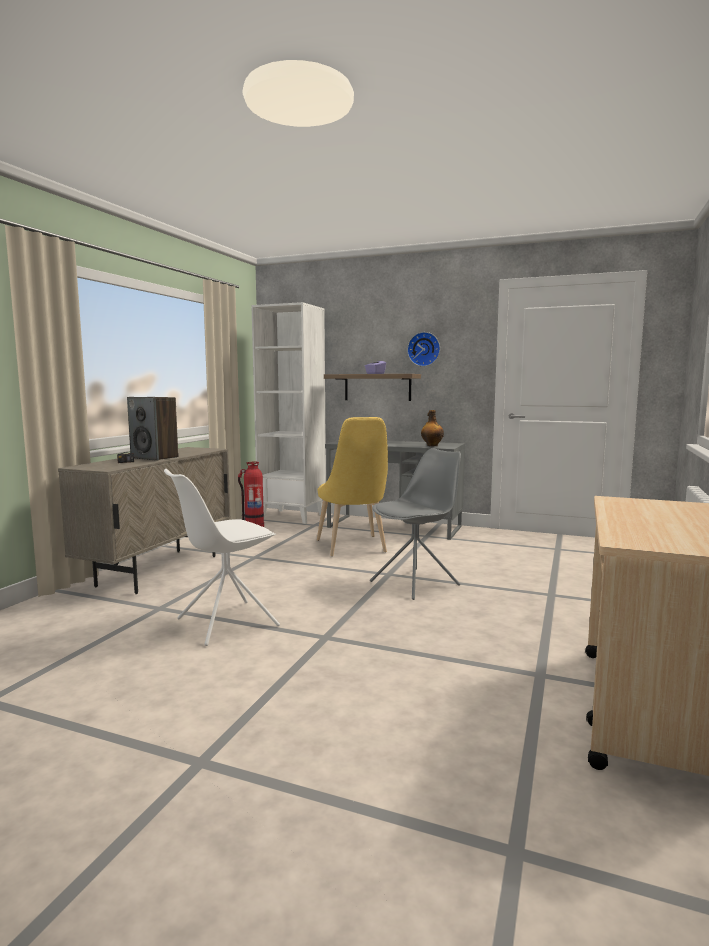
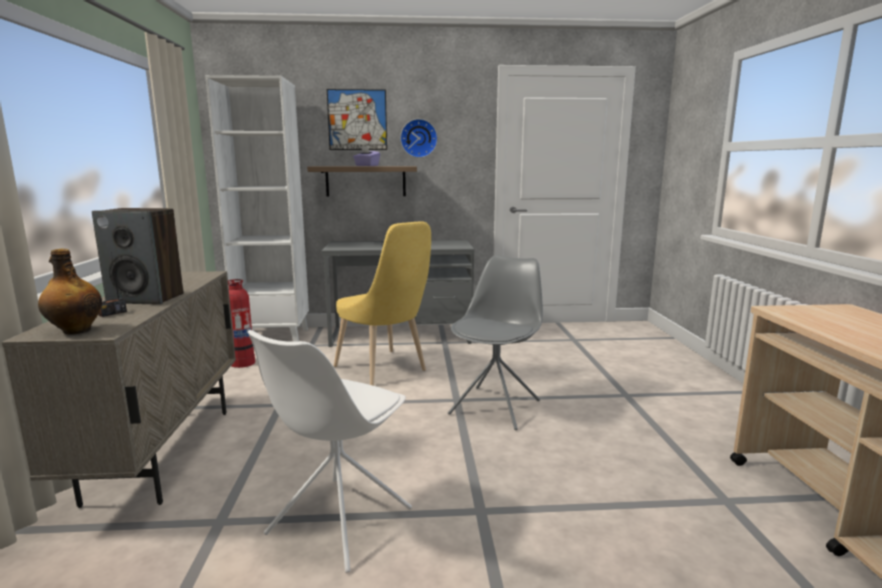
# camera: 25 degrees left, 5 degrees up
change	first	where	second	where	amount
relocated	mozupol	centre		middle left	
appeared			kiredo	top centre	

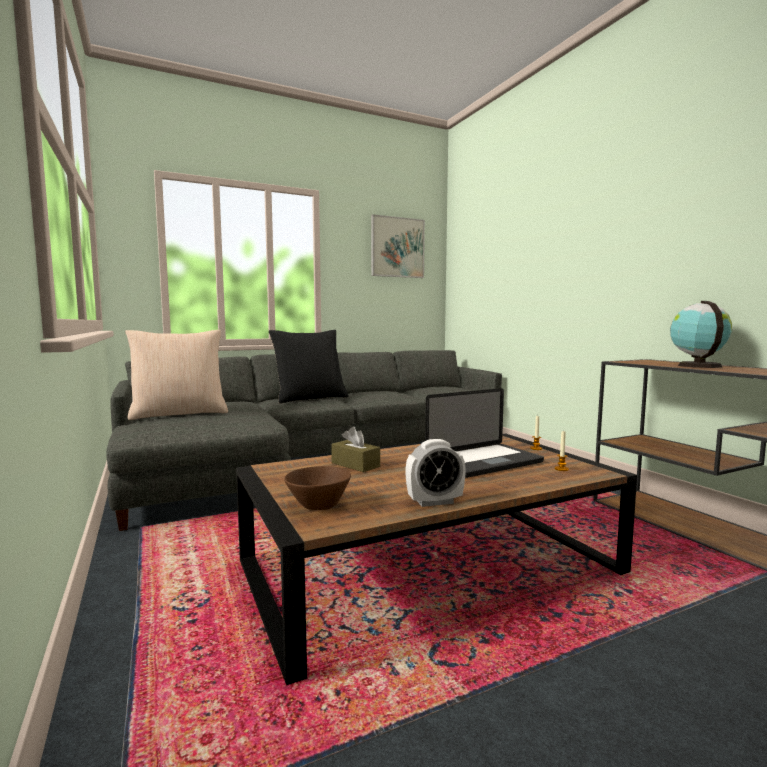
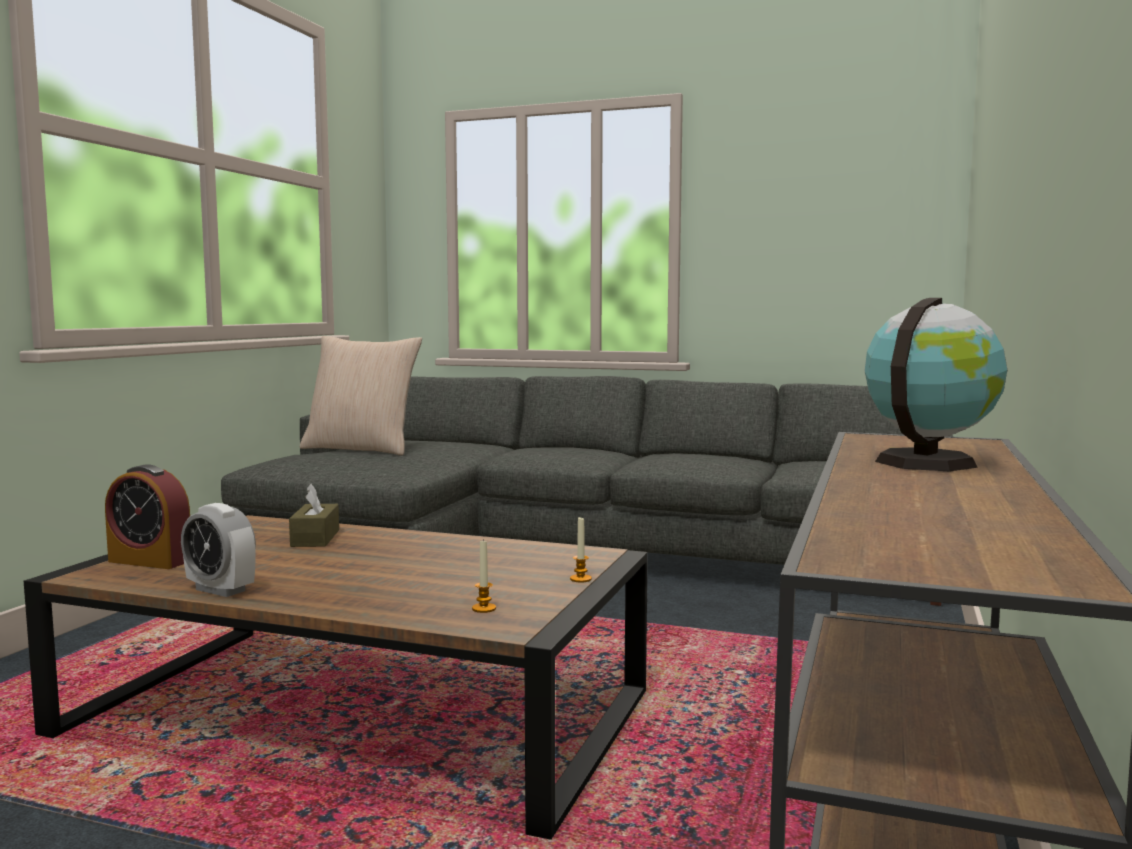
# camera: 45 degrees right, 0 degrees up
change	first	where	second	where	amount
missing	kiredo	top centre			
missing	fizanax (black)	centre			
missing	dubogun	centre			
exchanged	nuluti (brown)	centre	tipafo (no. 1 from left)	middle left	

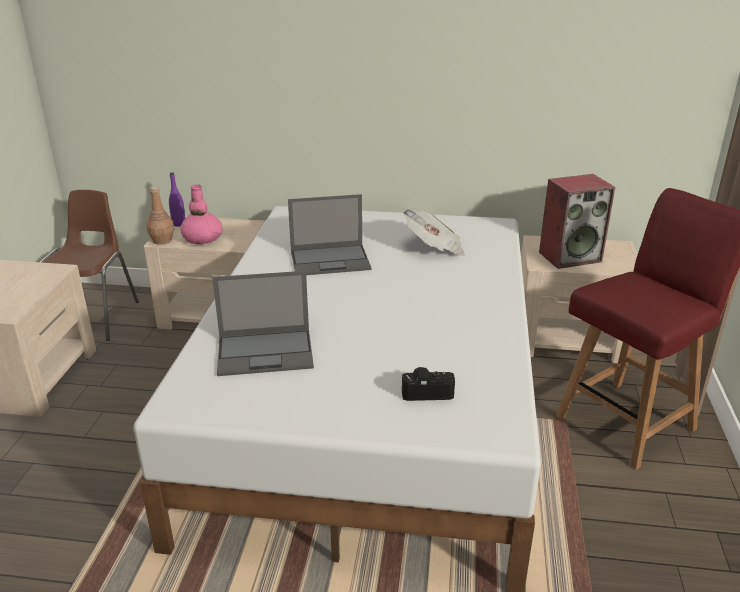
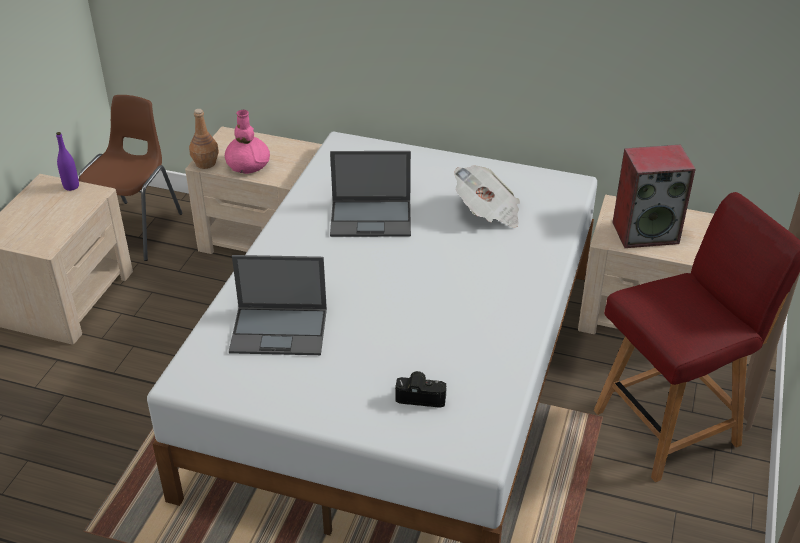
# camera: 10 degrees right, 10 degrees up
change	first	where	second	where	amount
relocated	mozupol (purple)	middle left		top left	

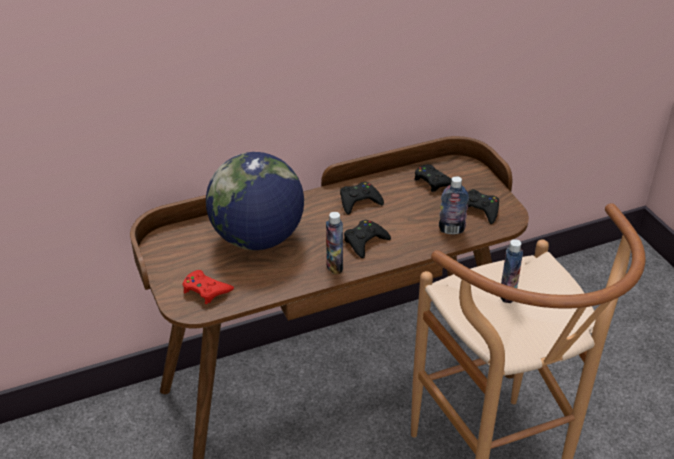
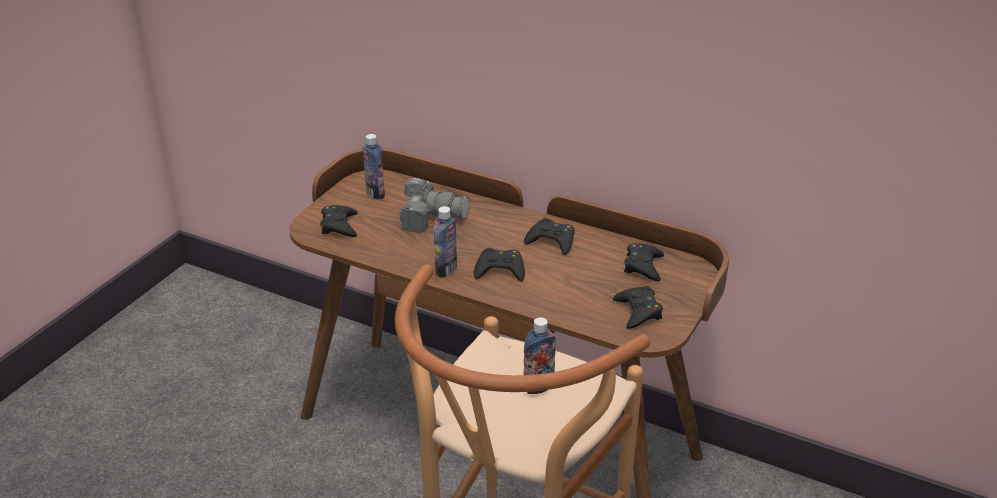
# camera: 50 degrees right, 5 degrees down
change	first	where	second	where	amount
exchanged	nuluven	centre	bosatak	centre	
relocated	mozupol (no. 2 from left in the first image)	middle right	mozupol (no. 1 from left)	centre	
colour	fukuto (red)	middle left	fukuto (black) (no. 1 from left)	centre	

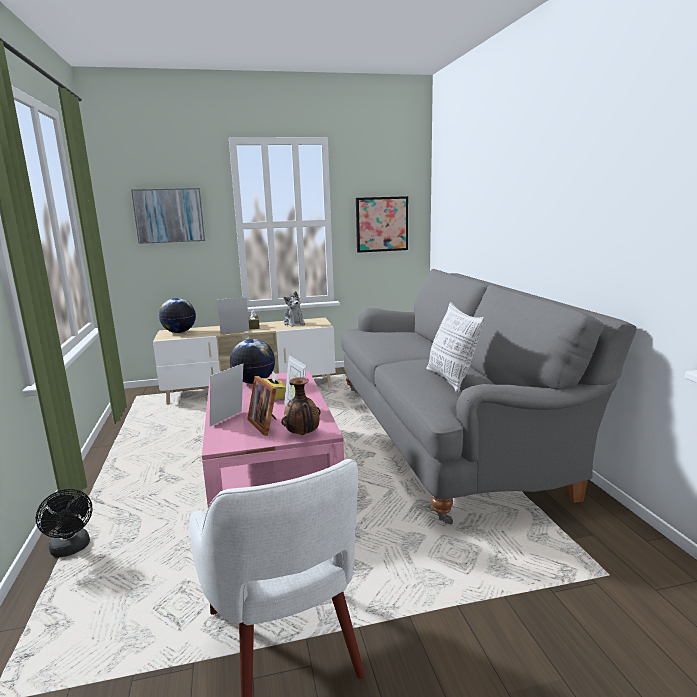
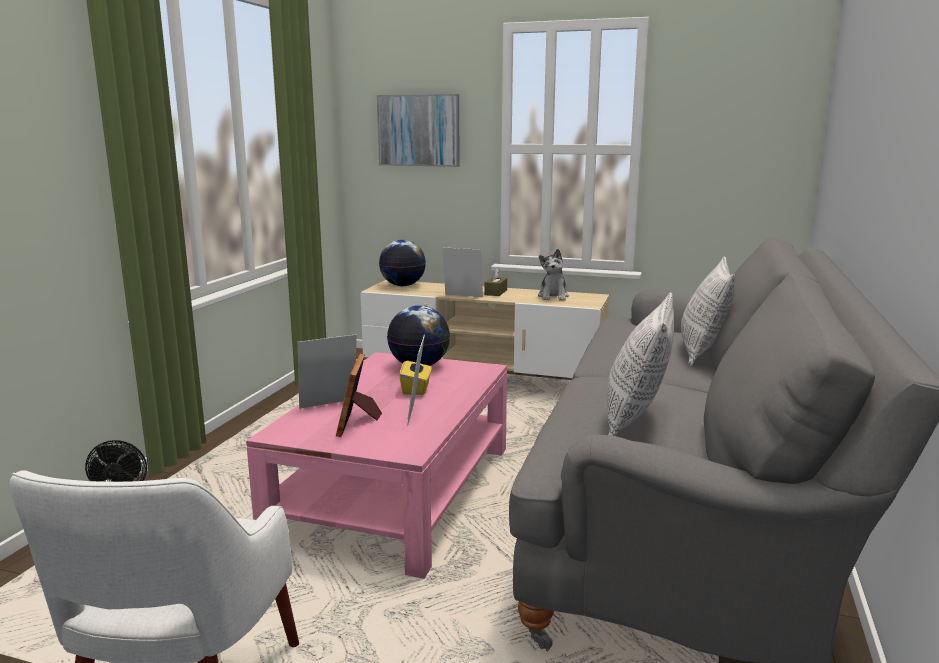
# camera: 30 degrees right, 0 degrees up
change	first	where	second	where	amount
missing	kiredo (no. 2 from left)	top centre			
missing	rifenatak	centre			
appeared			fizanax (no. 2 from left)	middle right	

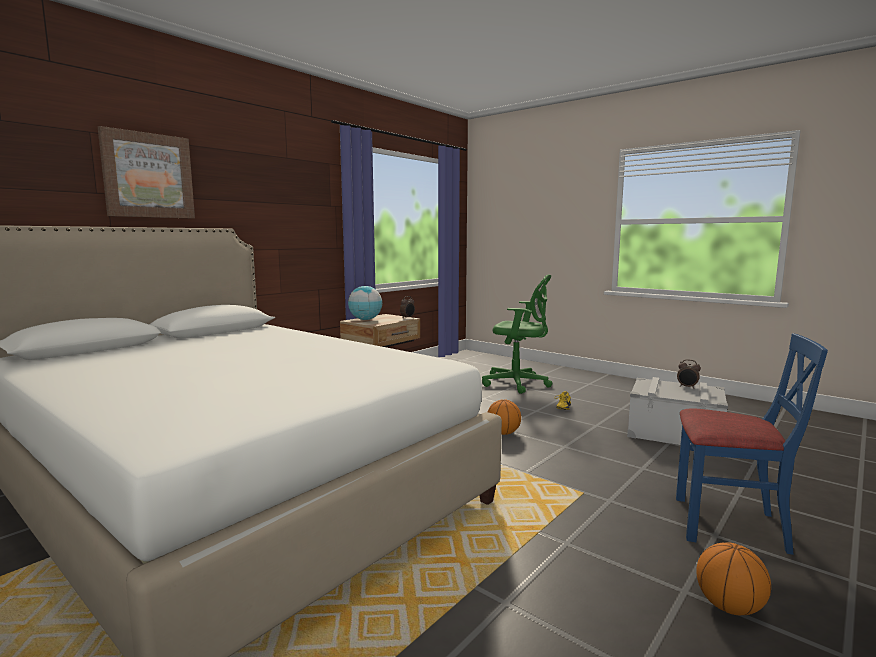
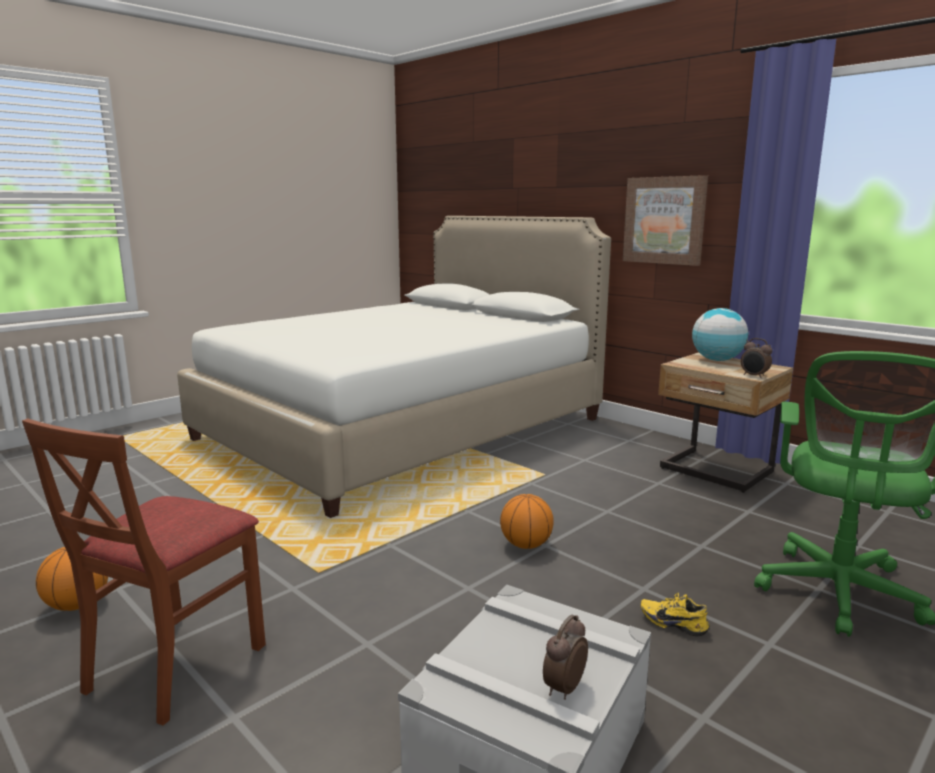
# camera: 95 degrees right, 5 degrees up
change	first	where	second	where	amount
relocated	kiredo	top left		top right	
colour	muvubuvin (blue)	bottom right	muvubuvin (brown)	bottom left	

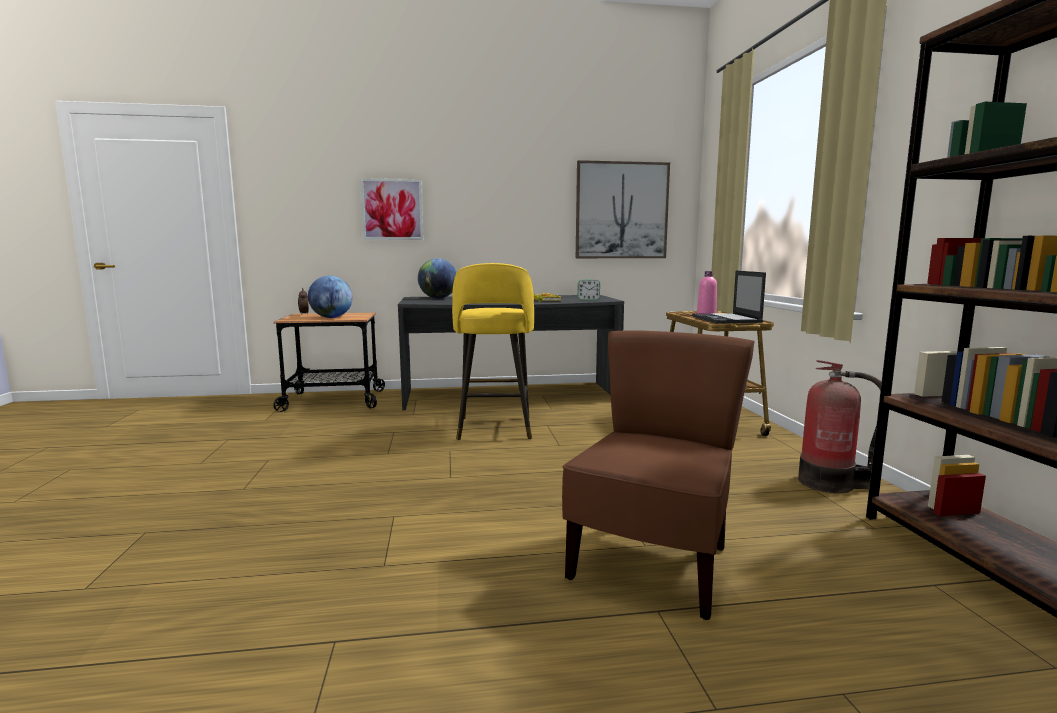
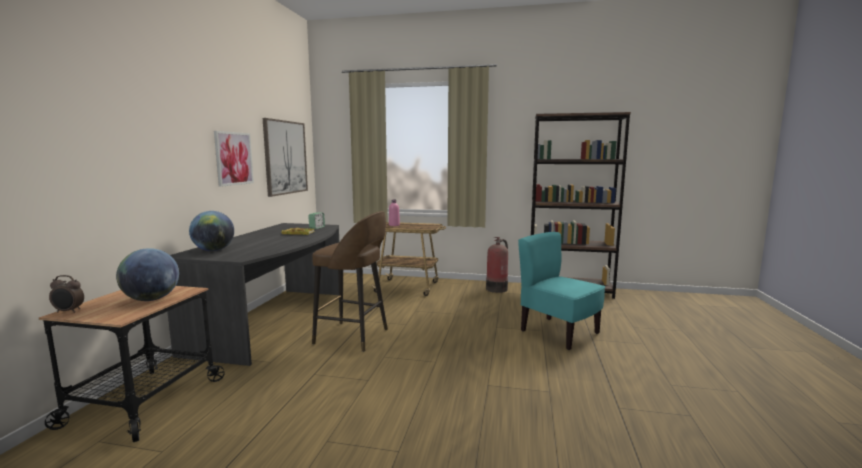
# camera: 70 degrees left, 0 degrees up
change	first	where	second	where	amount
relocated	kiredo (no. 1 from left)	top centre		middle left	
colour	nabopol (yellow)	centre	nabopol (brown)	centre	
missing	dubogun	middle right			
colour	muvubuvin (brown)	centre	muvubuvin (turquoise)	centre	

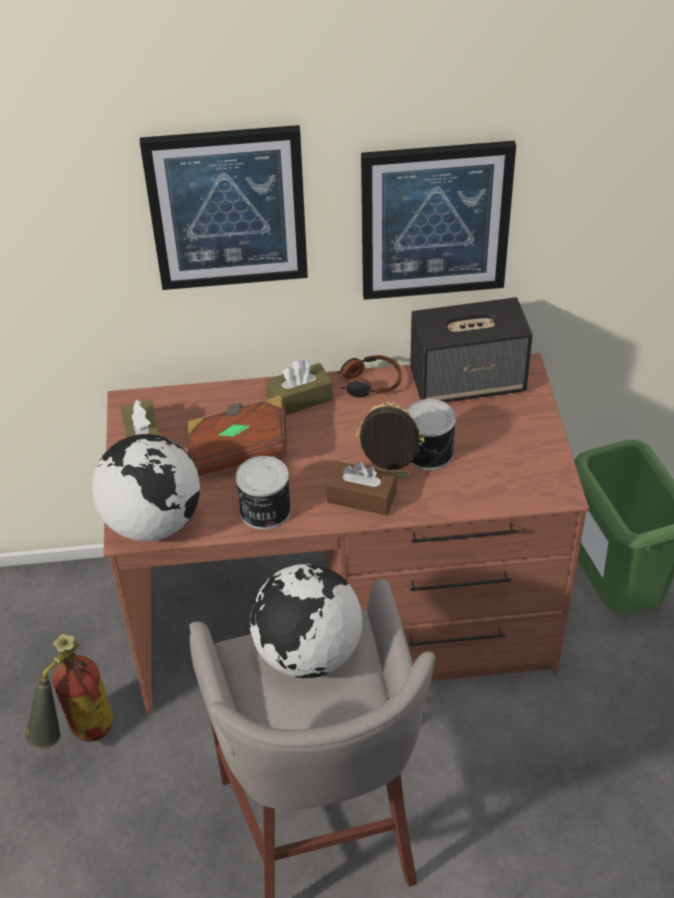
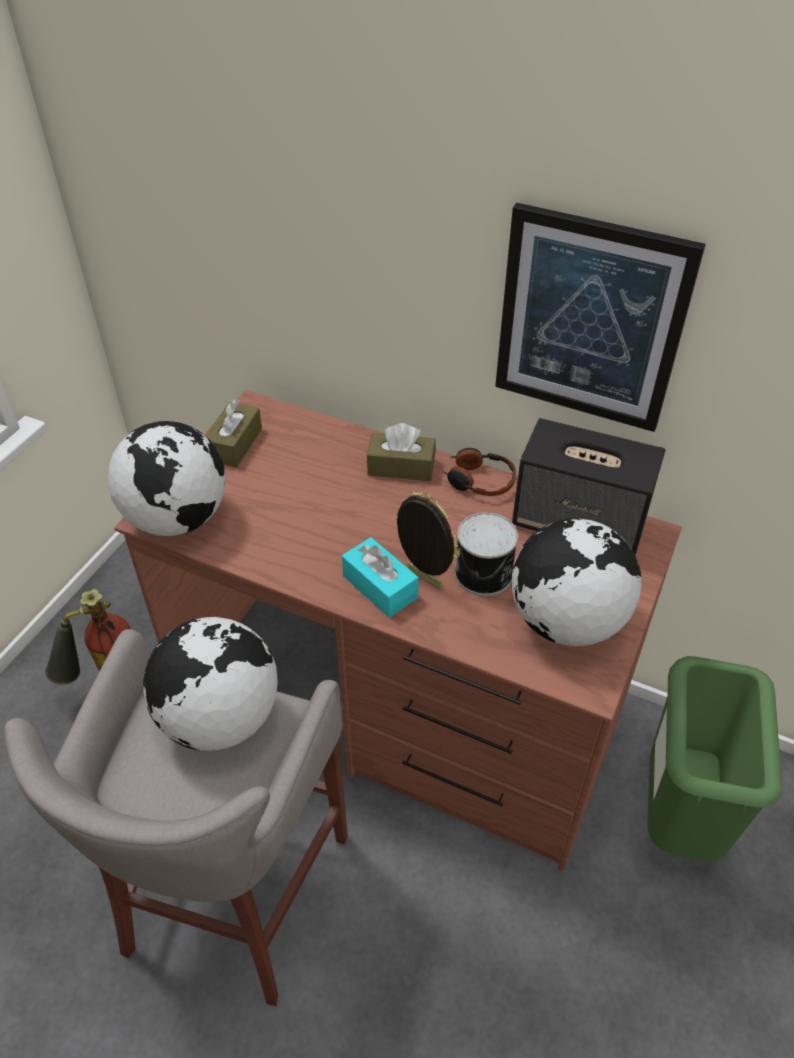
# camera: 30 degrees right, 0 degrees up
change	first	where	second	where	amount
missing	kiredo (no. 1 from left)	top left			
missing	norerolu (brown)	centre			
missing	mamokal (no. 1 from left)	centre			
colour	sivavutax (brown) (no. 3 from left)	centre	sivavutax (turquoise)	centre	
appeared			nuluven (no. 3 from left)	middle right	

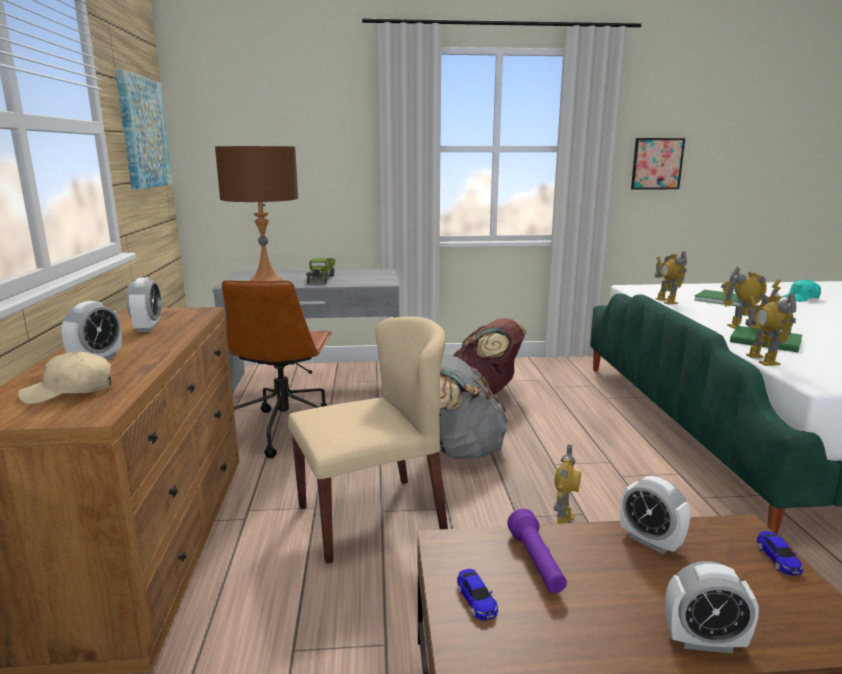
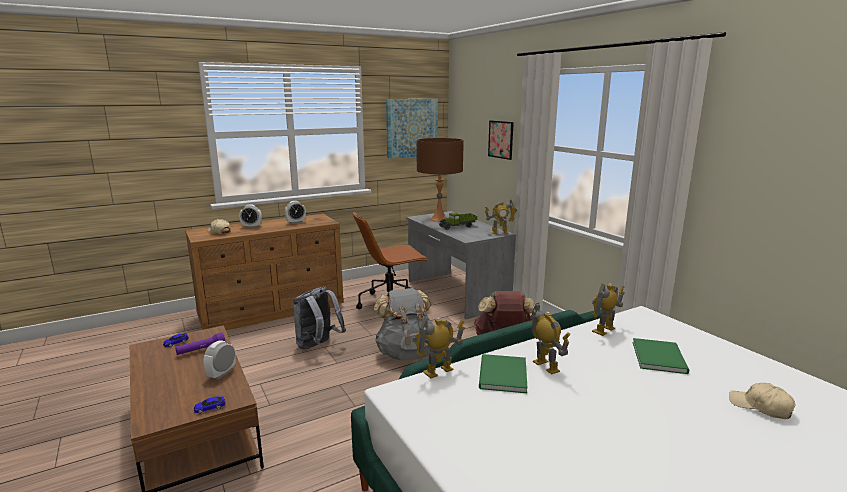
# camera: 65 degrees right, 0 degrees up
change	first	where	second	where	amount
relocated	kiredo (no. 2 from left)	top right		top centre	
colour	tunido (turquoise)	middle right	tunido (beige) (no. 2 from left)	bottom right	
exchanged	muvubuvin (beige)	centre	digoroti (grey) (no. 1 from left)	centre	
relocated	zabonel (no. 1 from left in the first image)	bottom right	zabonel (no. 2 from left)	centre	
missing	tipafo (no. 4 from left)	bottom right			

